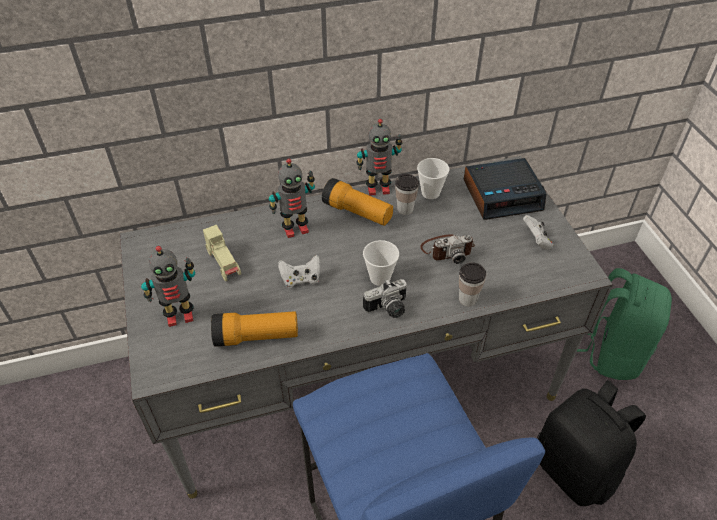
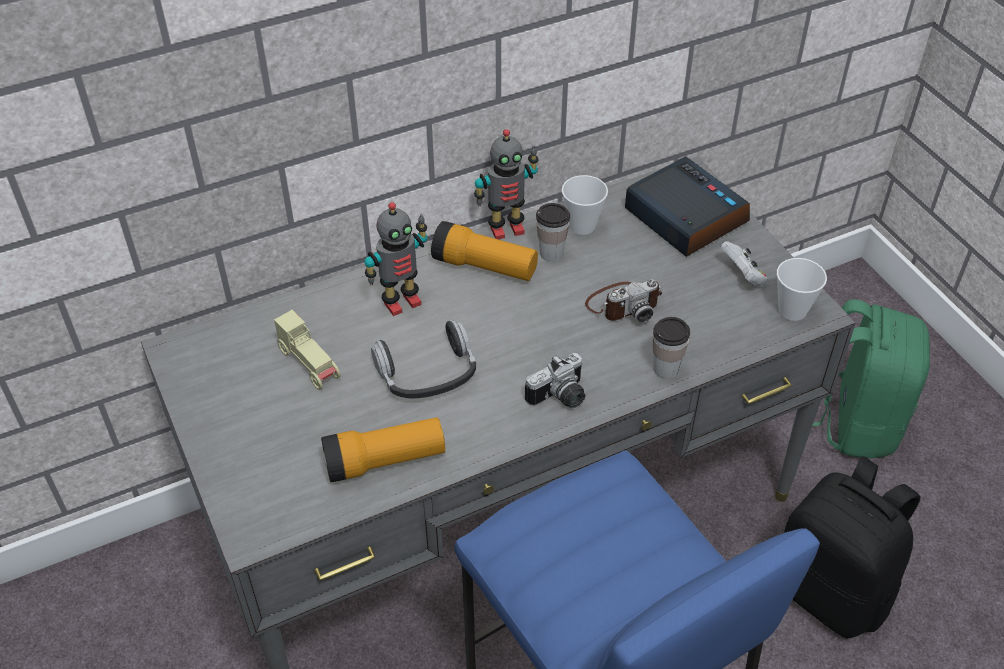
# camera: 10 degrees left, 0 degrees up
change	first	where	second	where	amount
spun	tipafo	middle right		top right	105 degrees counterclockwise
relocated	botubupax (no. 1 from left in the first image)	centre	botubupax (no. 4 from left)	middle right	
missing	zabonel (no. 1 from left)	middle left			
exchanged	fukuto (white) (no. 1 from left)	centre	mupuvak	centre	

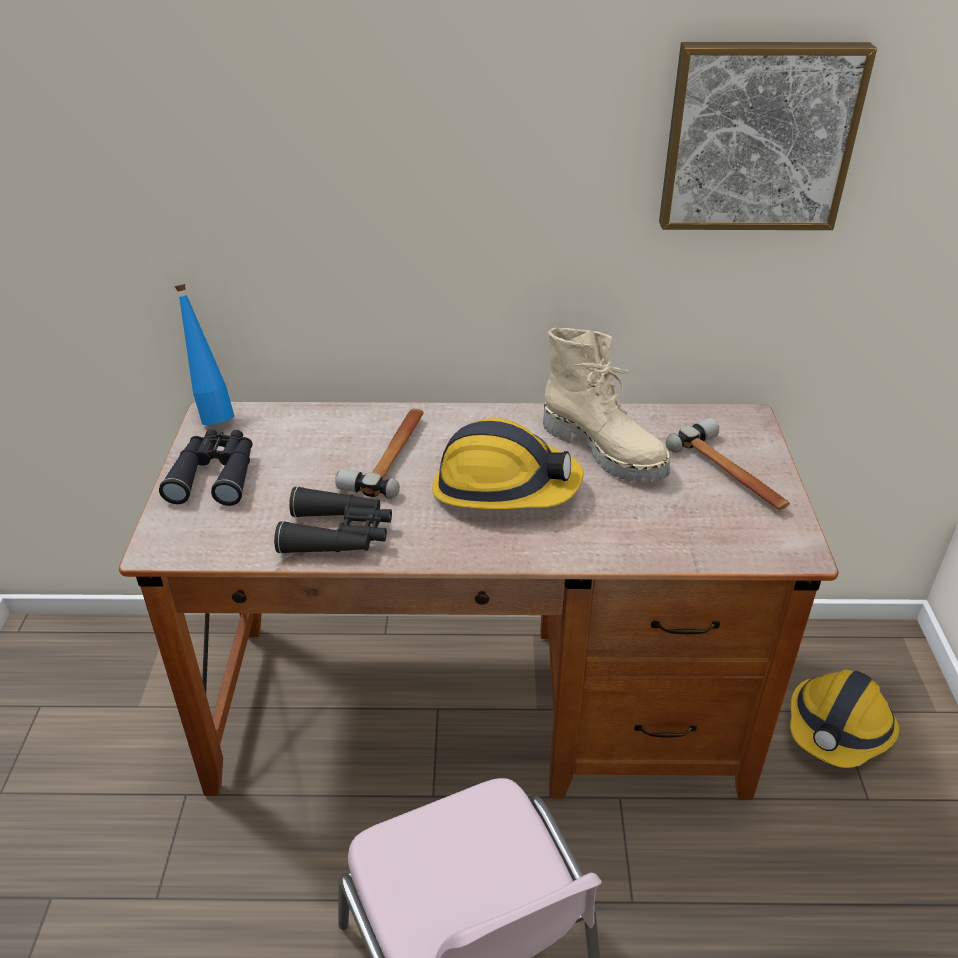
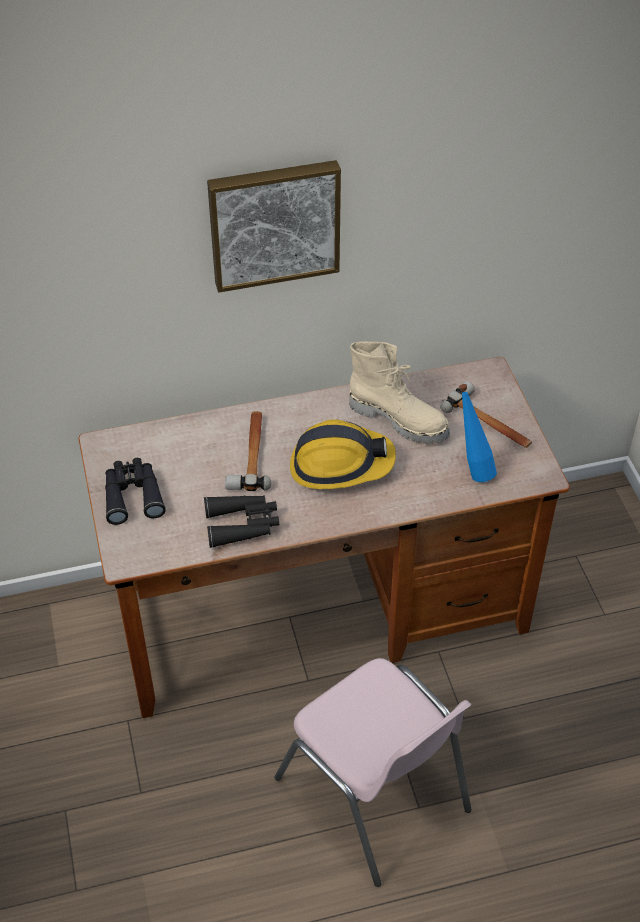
# camera: 15 degrees left, 10 degrees up
change	first	where	second	where	amount
relocated	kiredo	top right		top centre	
relocated	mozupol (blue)	middle left		middle right	
missing	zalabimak (no. 2 from left)	bottom right			

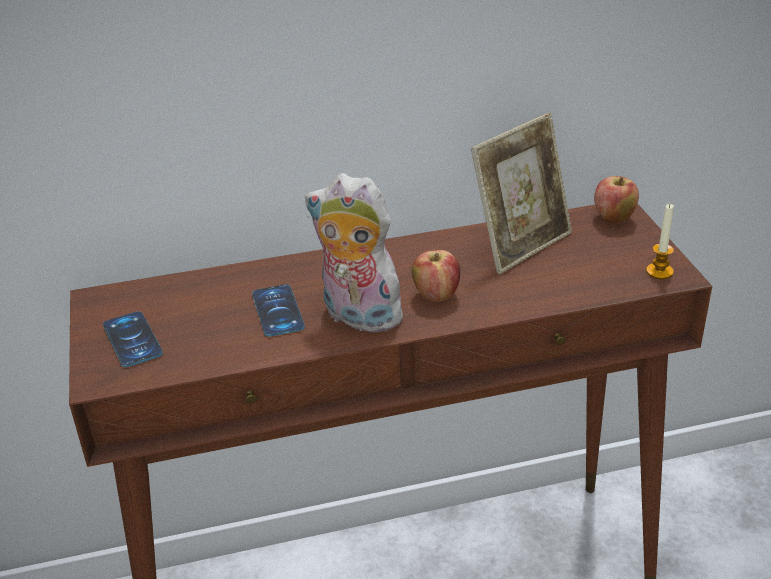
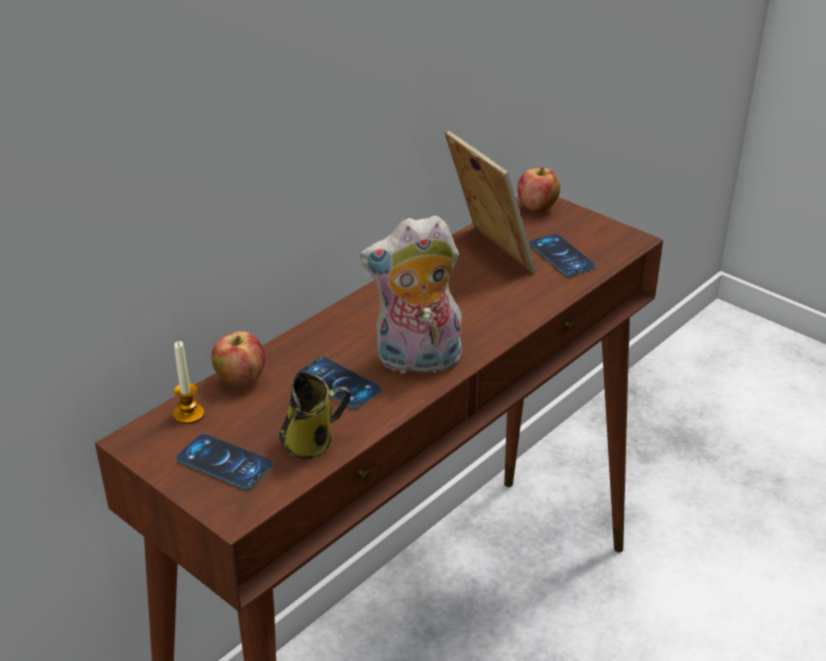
# camera: 35 degrees left, 0 degrees up
change	first	where	second	where	amount
spun	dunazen	middle right		top centre	45 degrees counterclockwise
relocated	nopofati	middle right		middle left	
relocated	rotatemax (no. 1 from left)	centre		middle left	
appeared			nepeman (no. 3 from left)	middle right	
appeared			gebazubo	centre	

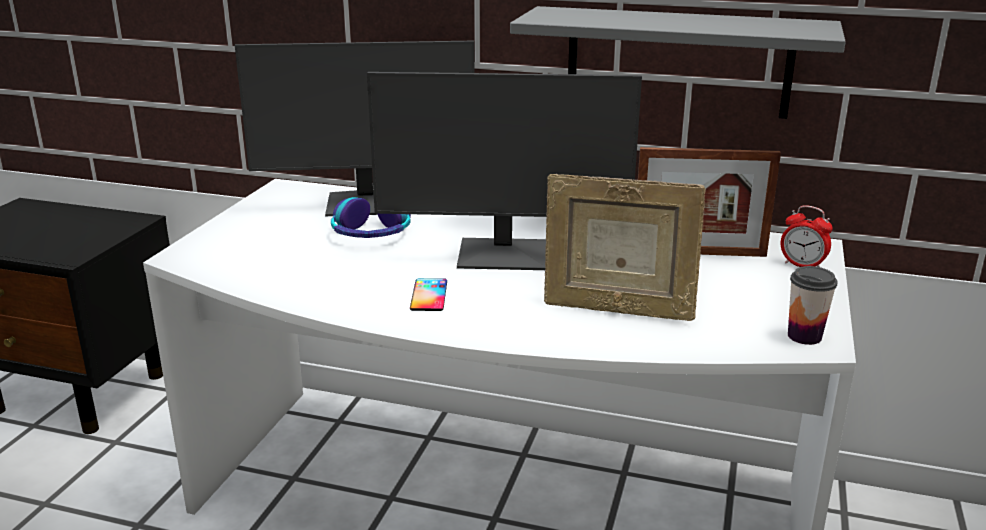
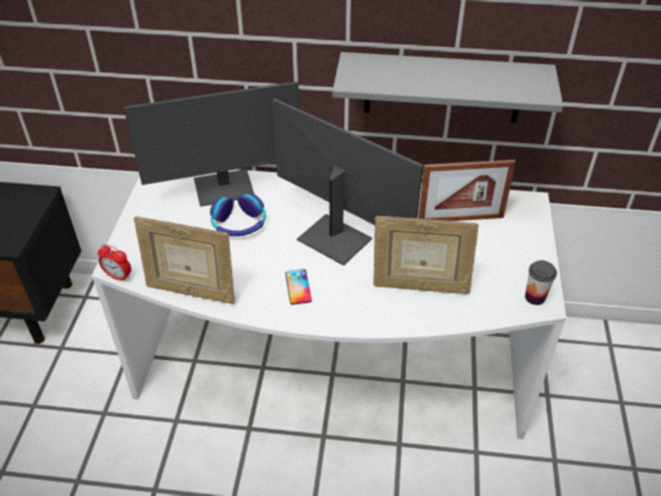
# camera: 10 degrees left, 20 degrees up
change	first	where	second	where	amount
spun	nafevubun (no. 2 from left)	top centre		centre	135 degrees counterclockwise
relocated	tipafo	middle right		middle left	
appeared			dunazen (no. 1 from left)	middle left	

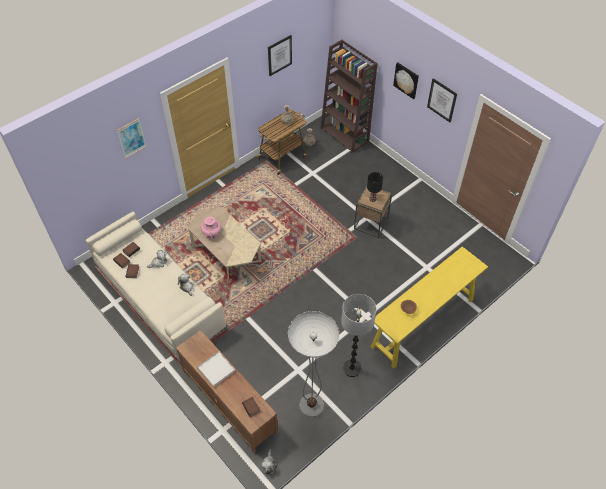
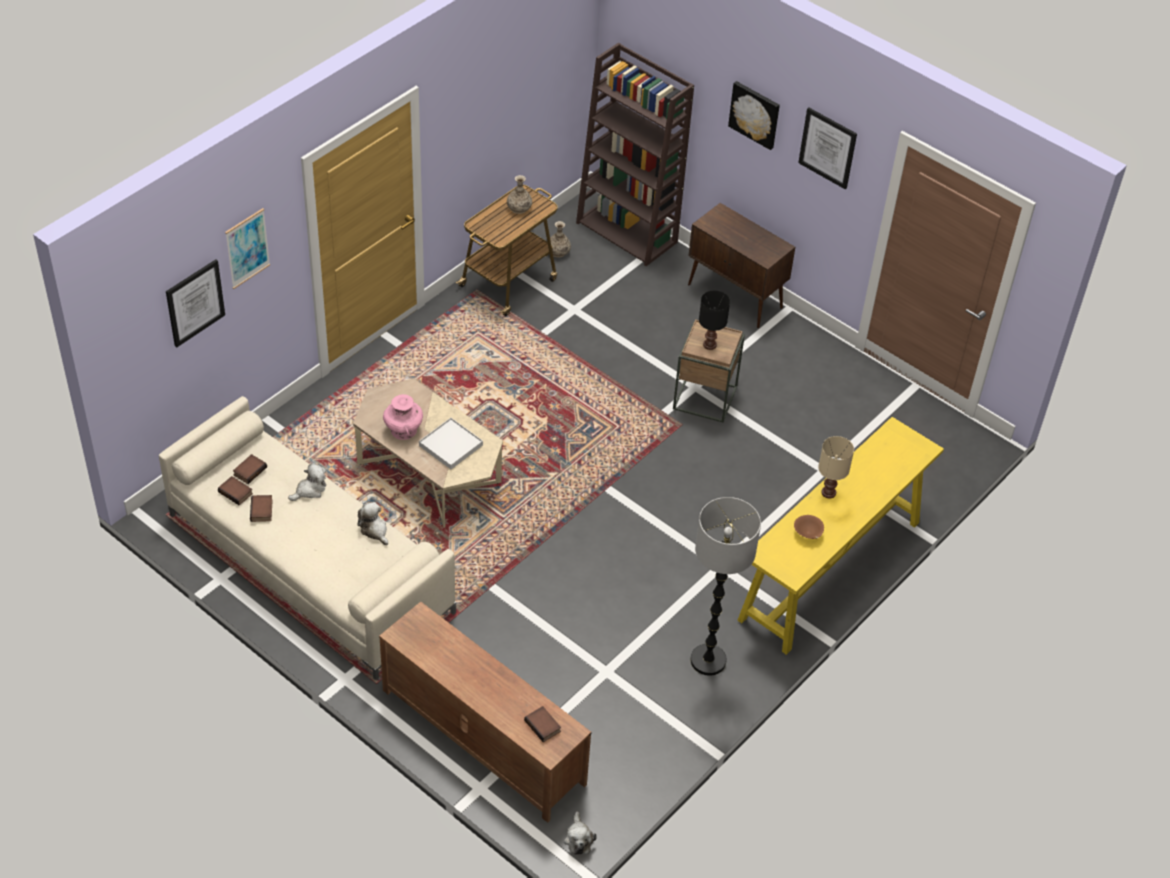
# camera: 10 degrees left, 5 degrees down
change	first	where	second	where	amount
relocated	kiredo (no. 2 from left in the first image)	top centre	kiredo (no. 1 from left)	middle left	
missing	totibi (no. 1 from left)	bottom centre			
relocated	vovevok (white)	bottom centre		centre	
appeared			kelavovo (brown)	top centre	
appeared			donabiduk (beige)	middle right	

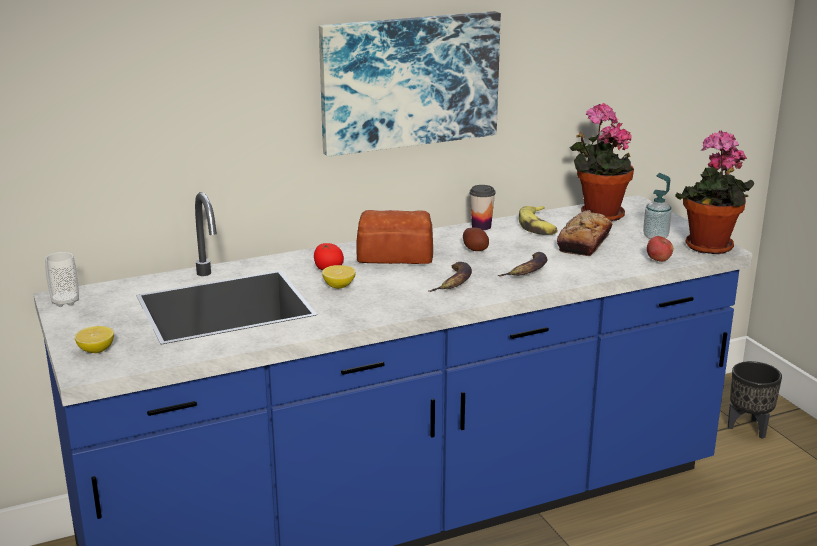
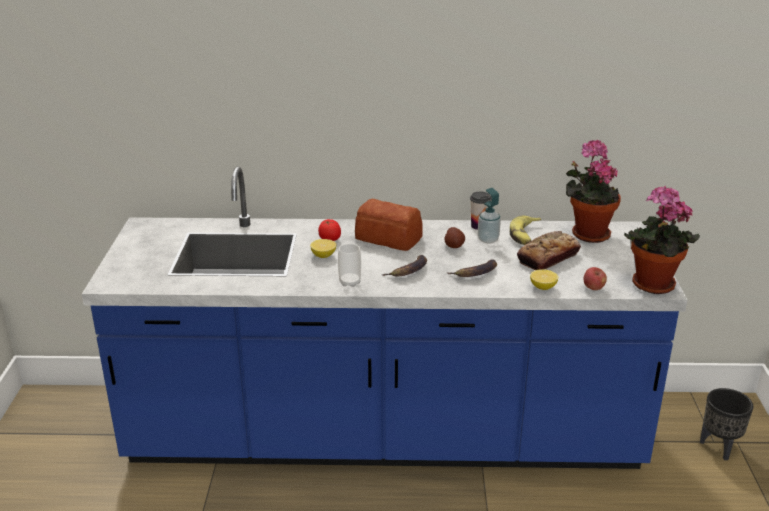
# camera: 25 degrees right, 5 degrees up
change	first	where	second	where	amount
missing	kiredo	top centre			
relocated	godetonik	middle right		centre	
relocated	botubupax (no. 1 from left)	middle left		centre	
relocated	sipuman (no. 1 from left in the first image)	middle left	sipuman (no. 2 from left)	middle right	

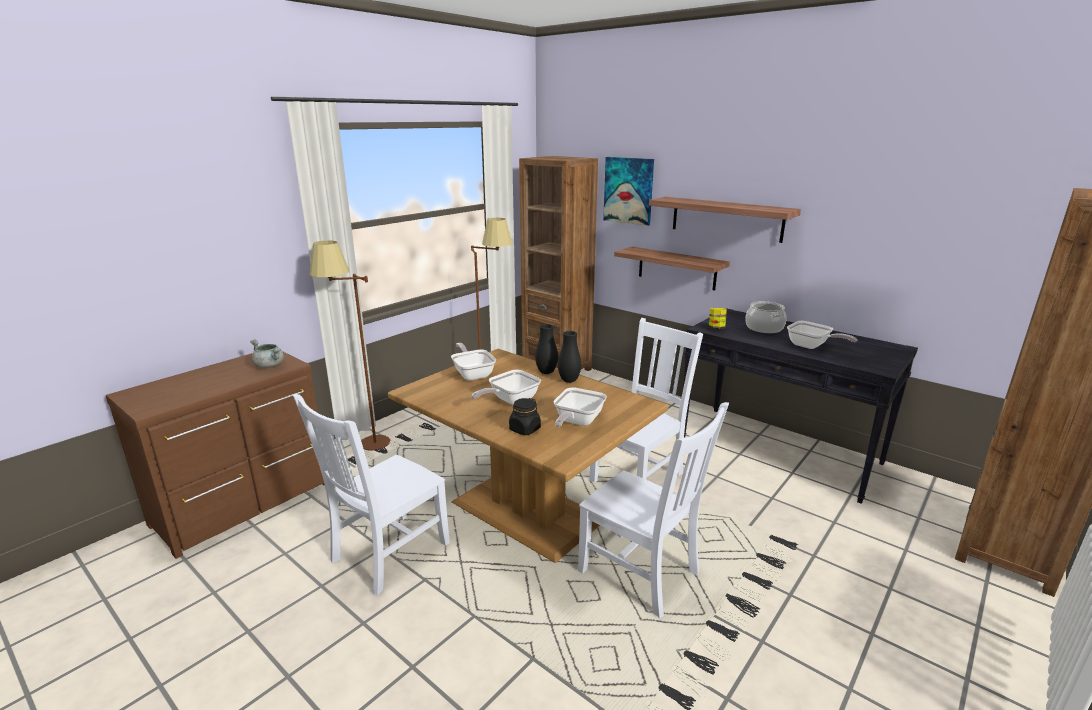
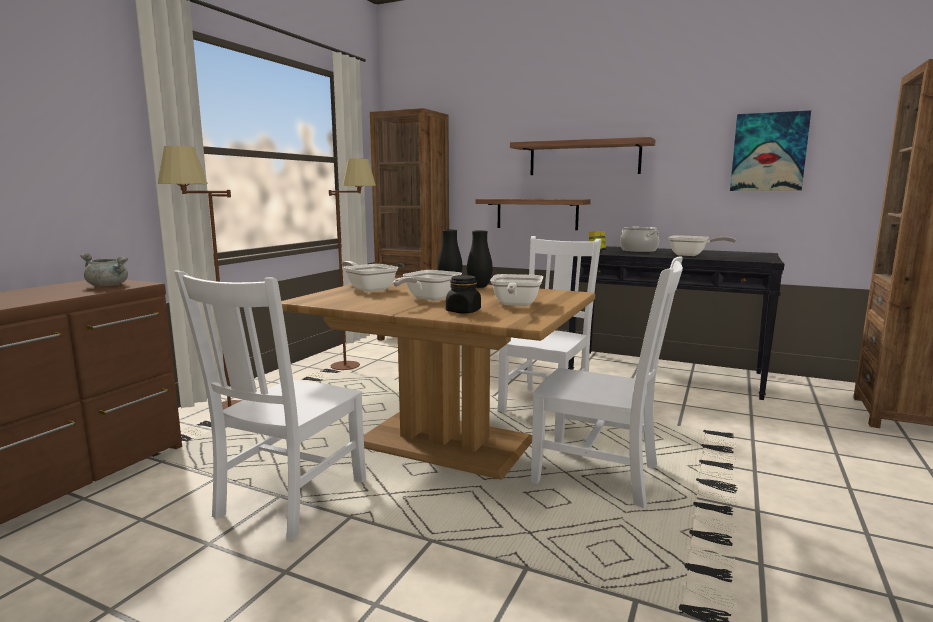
# camera: 15 degrees left, 10 degrees down
change	first	where	second	where	amount
relocated	kiredo	top centre		top right	

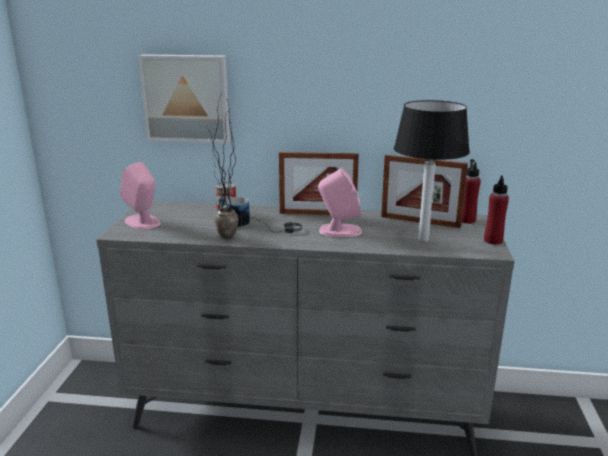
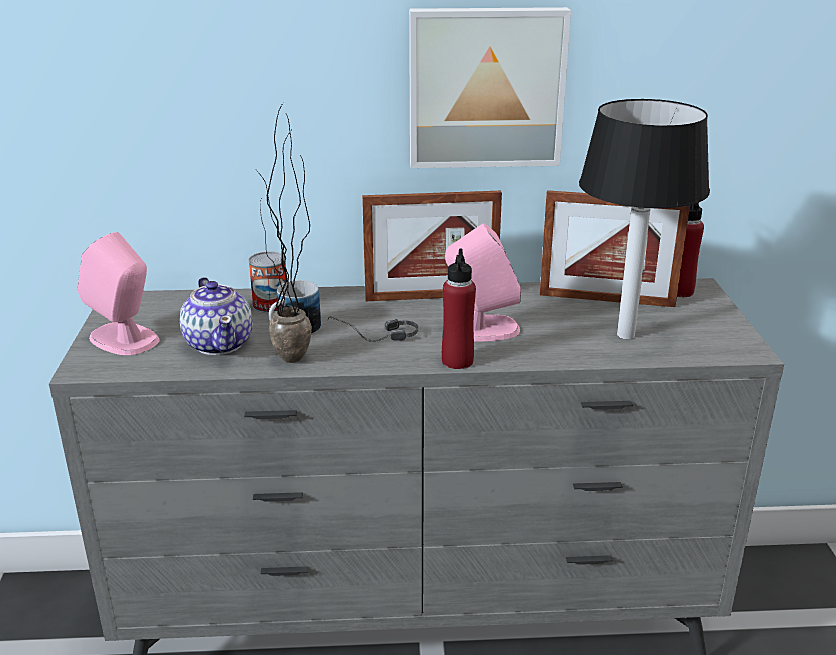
# camera: 10 degrees left, 5 degrees up
change	first	where	second	where	amount
relocated	kiredo	top left		top centre	
relocated	mozupol (red) (no. 2 from left in the first image)	middle right	mozupol (red) (no. 1 from left)	centre	
appeared			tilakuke	middle left	

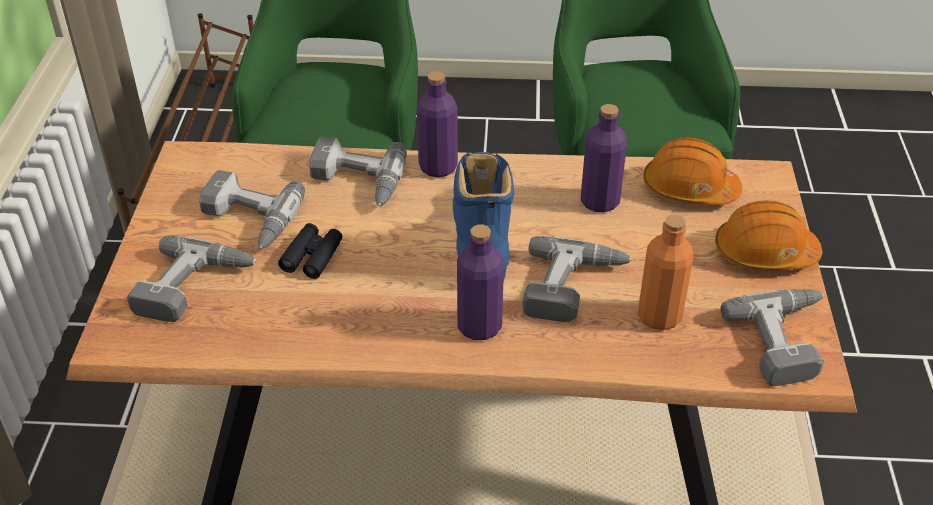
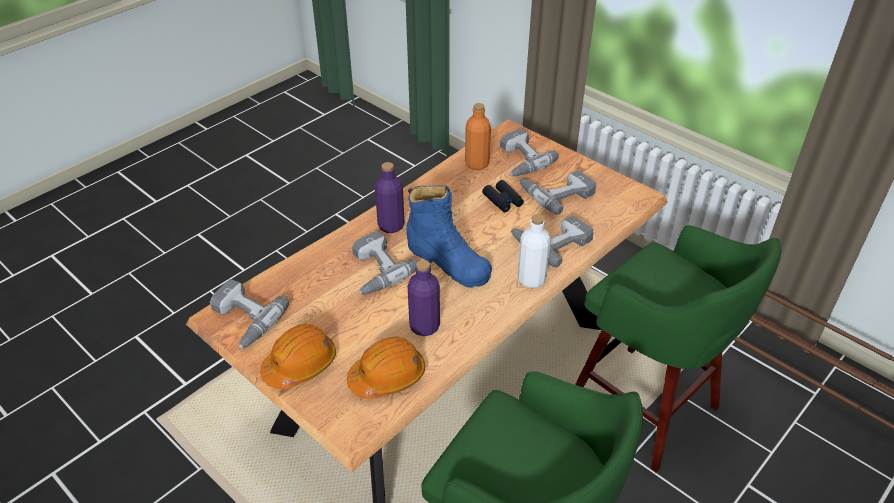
# camera: 130 degrees right, 0 degrees up
change	first	where	second	where	amount
colour	mozupol (purple) (no. 1 from left)	top centre	mozupol (white)	centre	
relocated	mozupol (orange)	middle right		top centre	

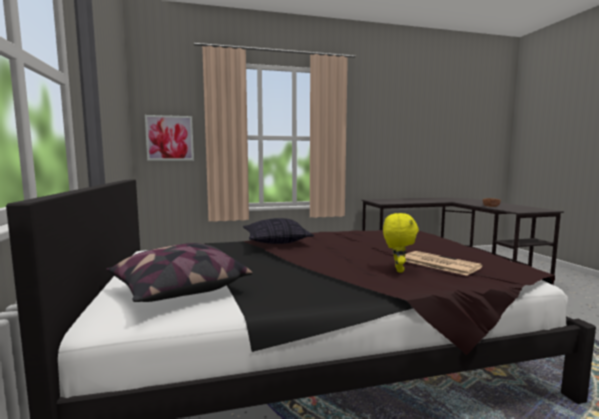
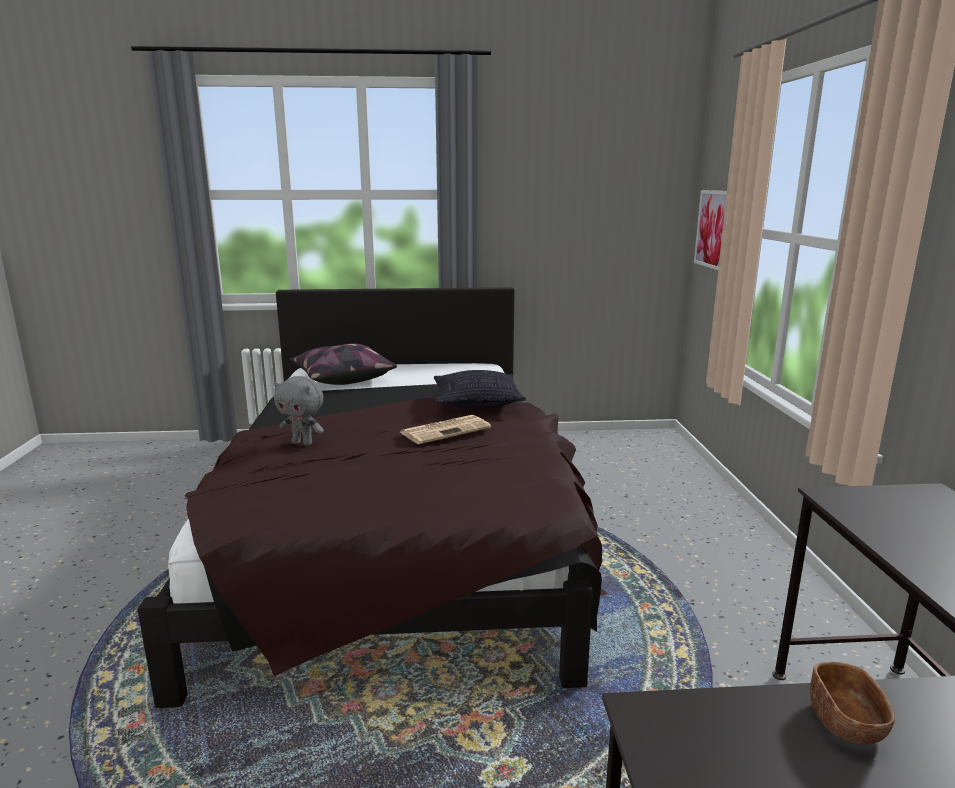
# camera: 100 degrees right, 10 degrees up
change	first	where	second	where	amount
colour	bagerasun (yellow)	middle right	bagerasun (grey)	middle left	
relocated	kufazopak	middle right		centre	

